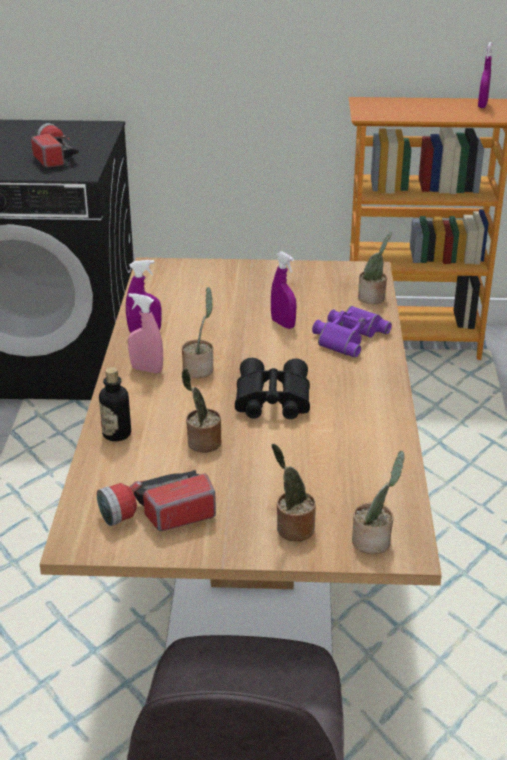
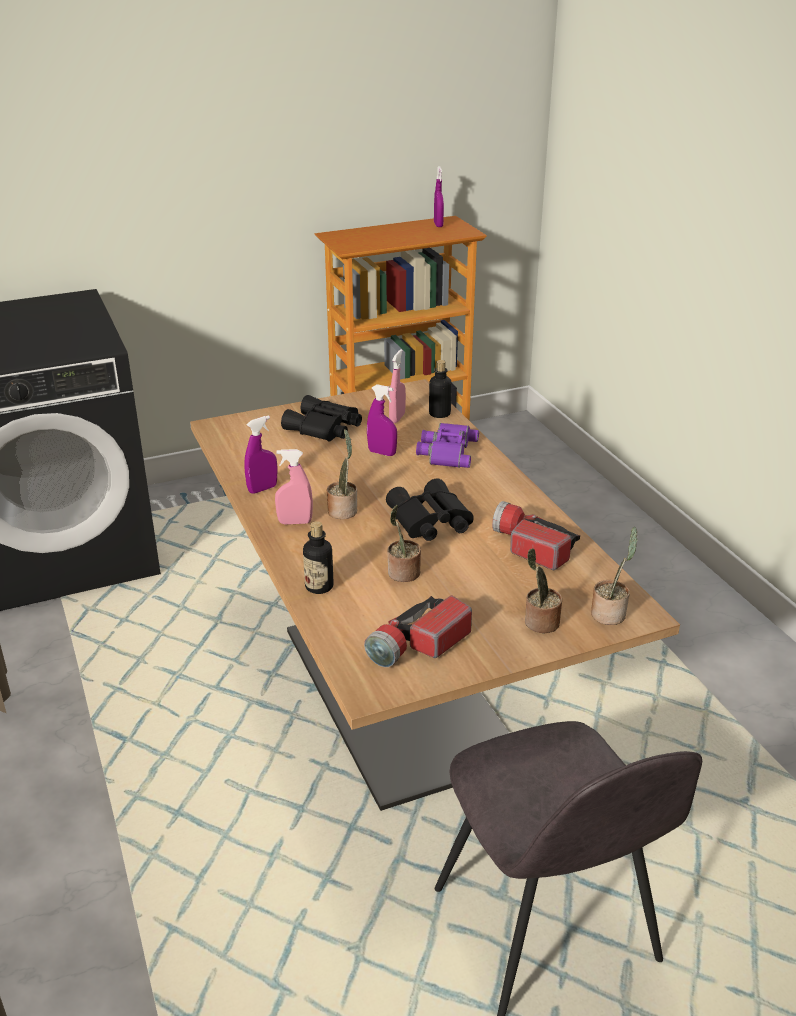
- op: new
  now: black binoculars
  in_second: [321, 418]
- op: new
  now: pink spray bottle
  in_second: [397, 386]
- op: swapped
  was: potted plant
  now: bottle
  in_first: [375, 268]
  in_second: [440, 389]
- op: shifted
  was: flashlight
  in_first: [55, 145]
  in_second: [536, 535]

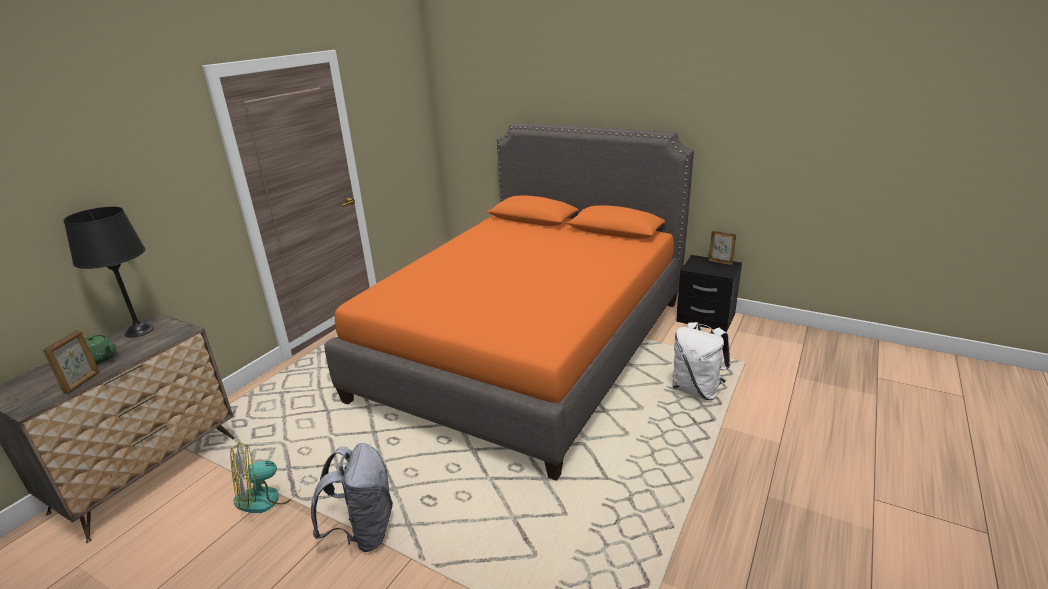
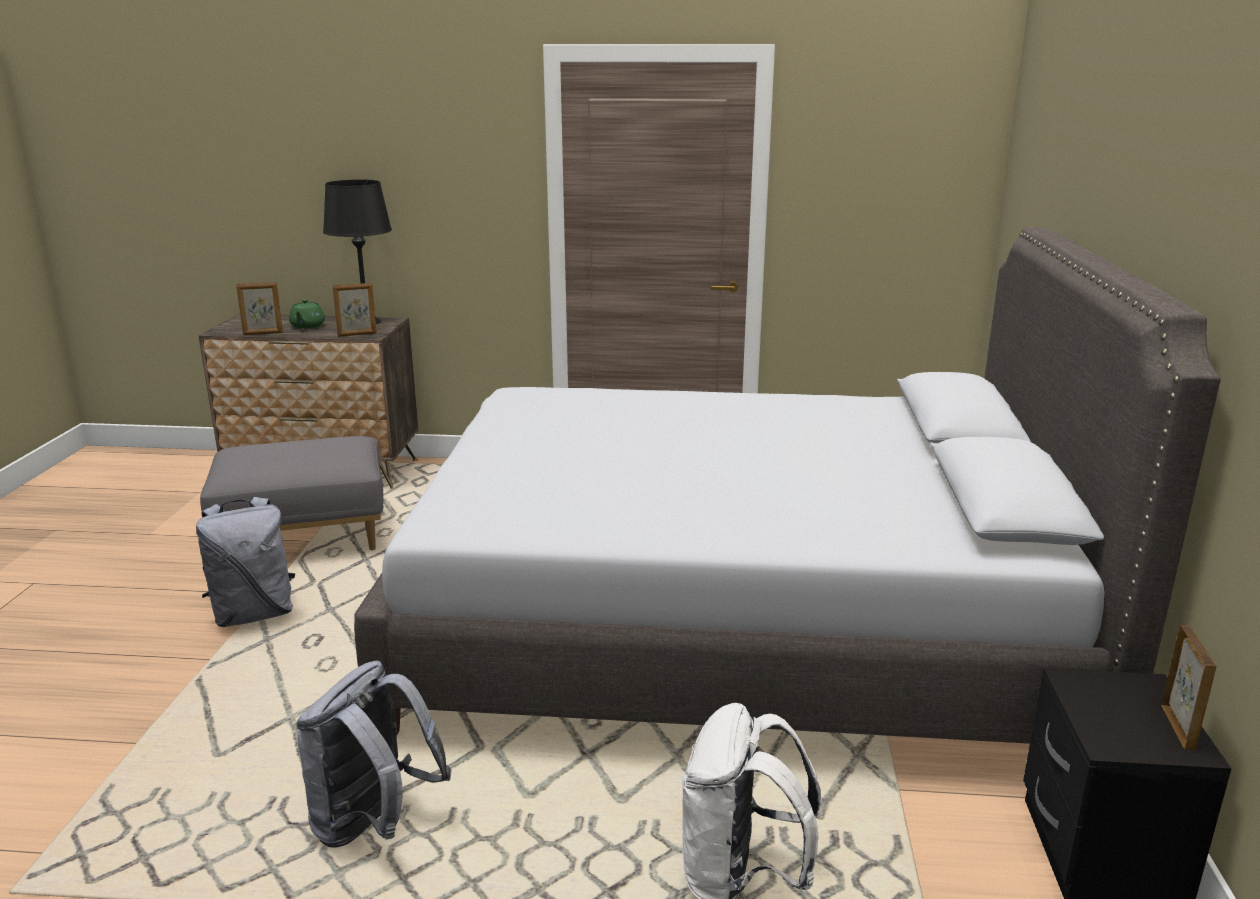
- op: swapped
  was: fan
  now: grey ottoman
  in_first: [265, 478]
  in_second: [291, 493]
- op: new
  now: grey backpack
  in_second: [374, 754]
- op: new
  now: picture frame
  in_second: [355, 310]
- op: repainted
  was: orange bed
  now: grey bed
  in_first: [509, 302]
  in_second: [787, 485]

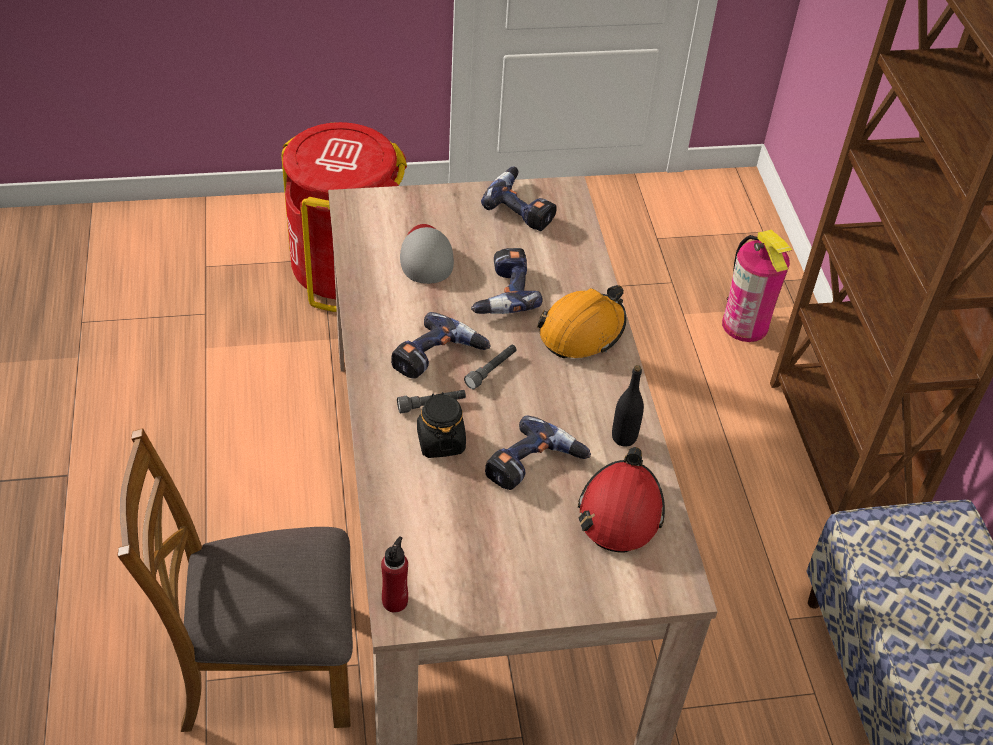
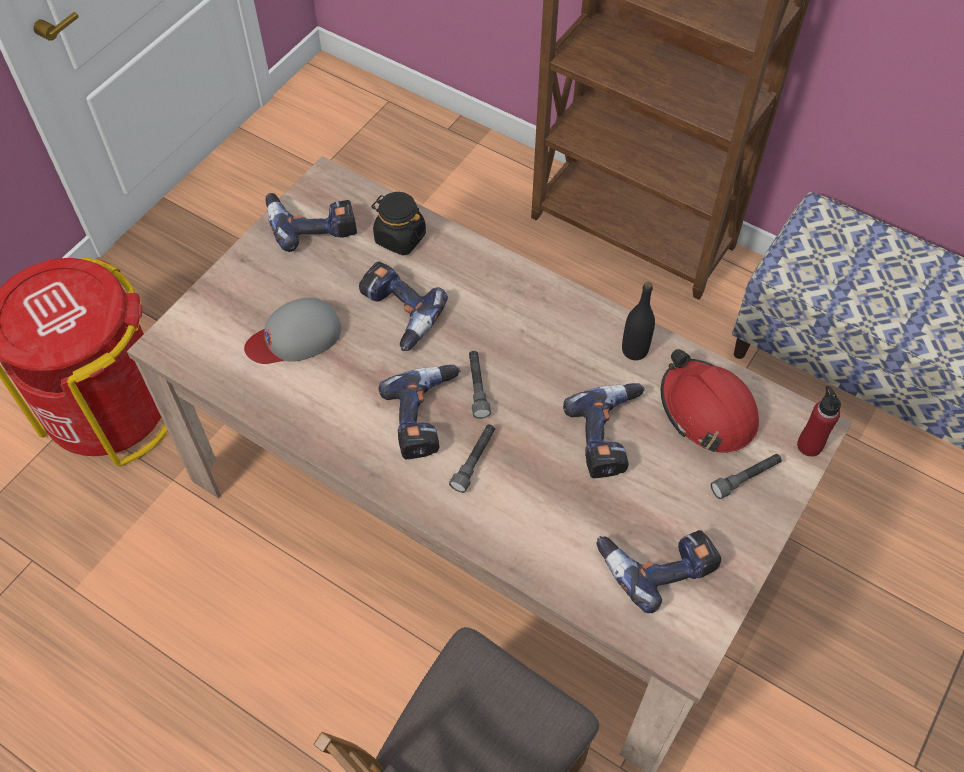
- op: rotated
  was: grey cap
  in_first: [427, 254]
  in_second: [292, 331]
  clockwise: -60
- op: shifted
  was: black jar
  in_first: [441, 425]
  in_second: [398, 223]
- op: new
  now: power drill
  in_second: [658, 571]
- op: new
  now: grey flashlight
  in_second: [746, 476]
- op: shifted
  was: red bottle
  in_first: [394, 574]
  in_second: [819, 421]
- op: gone
  was: orange hard hat
  in_first: [581, 321]
- op: gone
  was: fire extinguisher
  in_first: [757, 286]

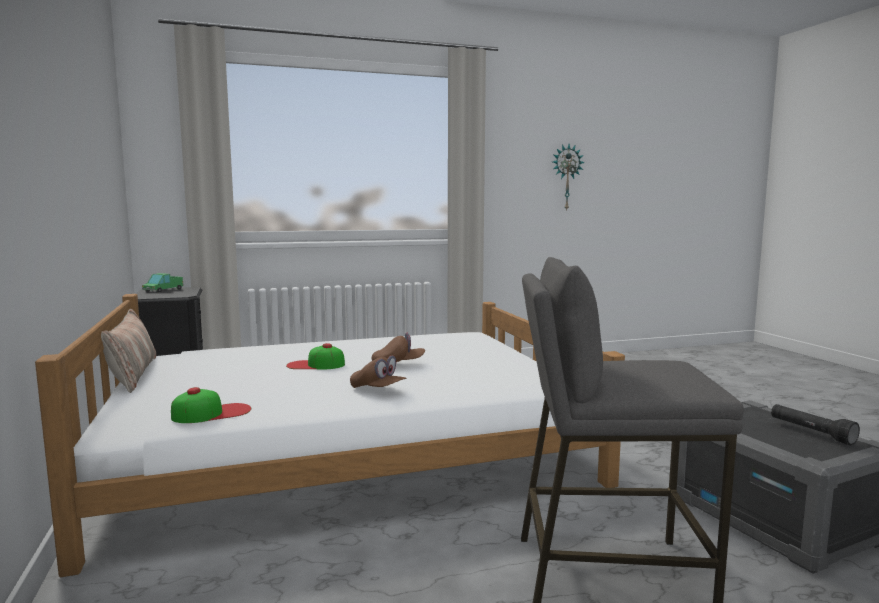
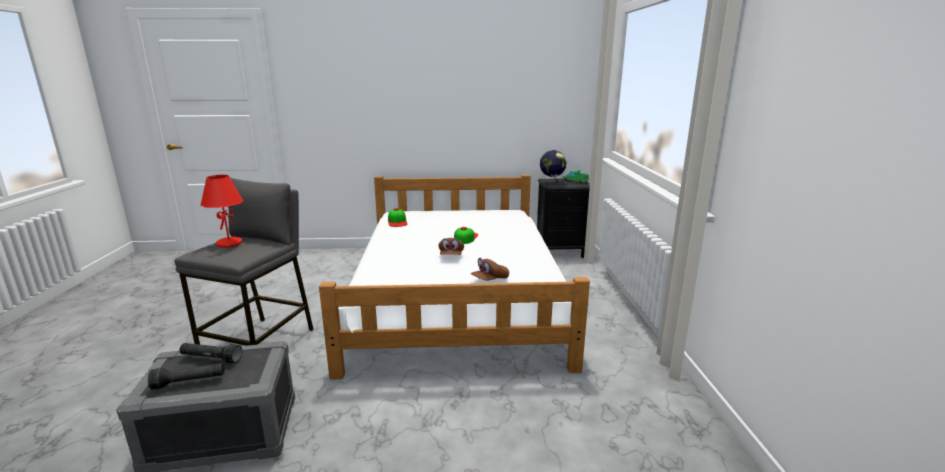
- op: new
  now: black flashlight
  in_second: [211, 353]
- op: new
  now: red table lamp
  in_second: [222, 211]
- op: shifted
  was: brown cap
  in_first: [378, 372]
  in_second: [490, 269]
- op: new
  now: globe
  in_second: [553, 168]
- op: gone
  was: pillow
  in_first: [128, 351]
- op: gone
  was: wall clock
  in_first: [569, 177]

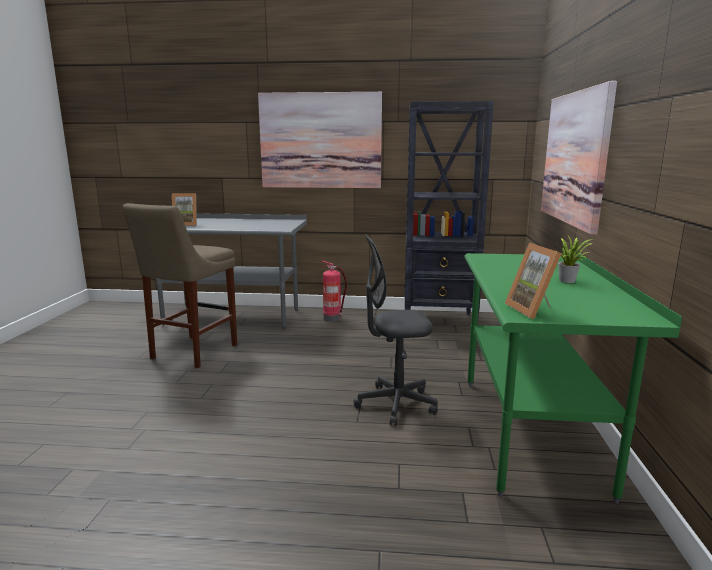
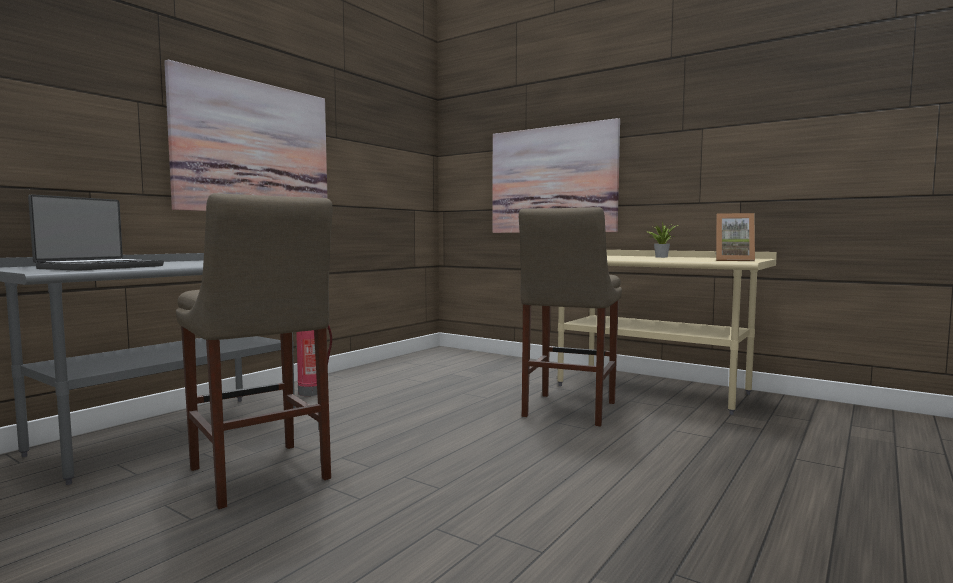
- op: swapped
  was: picture frame
  now: laptop
  in_first: [184, 209]
  in_second: [96, 232]
- op: swapped
  was: grey office chair
  now: beige stool
  in_first: [395, 330]
  in_second: [570, 316]
- op: repainted
  was: green desk
  now: beige desk
  in_first: [573, 378]
  in_second: [667, 332]
- op: gone
  was: black bookcase
  in_first: [449, 208]

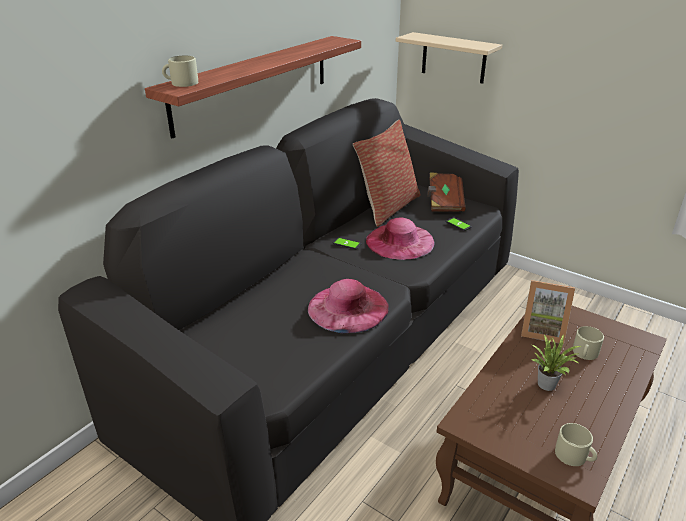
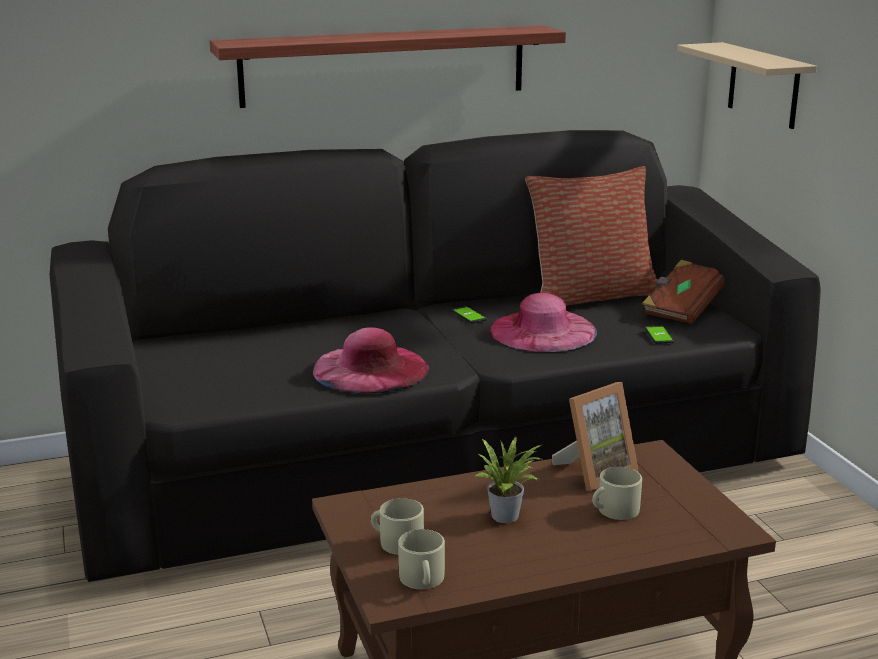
- op: shifted
  was: beige mug
  in_first: [180, 71]
  in_second: [397, 526]
- op: rotated
  was: picture frame
  in_first: [548, 312]
  in_second: [595, 436]
  clockwise: -90

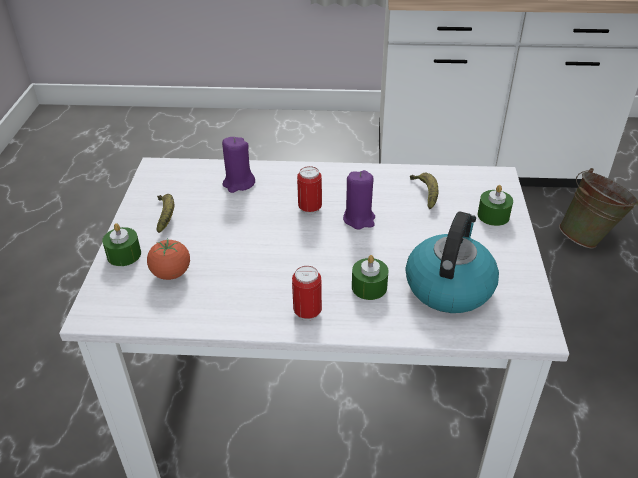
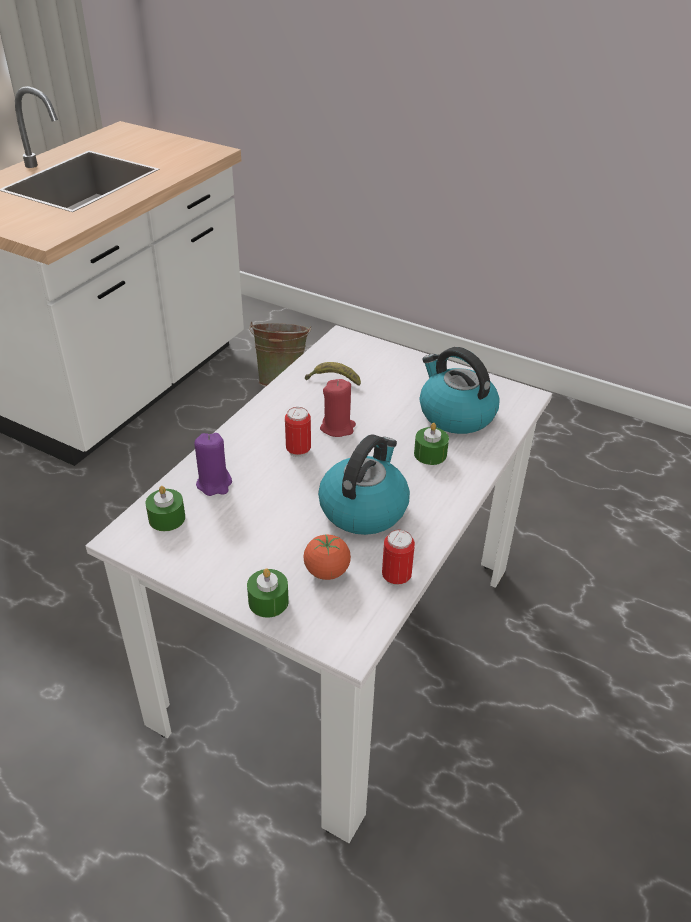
- op: shifted
  was: green candle
  in_first: [495, 205]
  in_second: [165, 508]
- op: new
  now: kettle
  in_second: [364, 484]
- op: repainted
  was: purple candle
  now: red candle
  in_first: [359, 199]
  in_second: [338, 408]
- op: shifted
  was: can
  in_first: [307, 293]
  in_second: [398, 558]
- op: gone
  was: banana
  in_first: [165, 213]

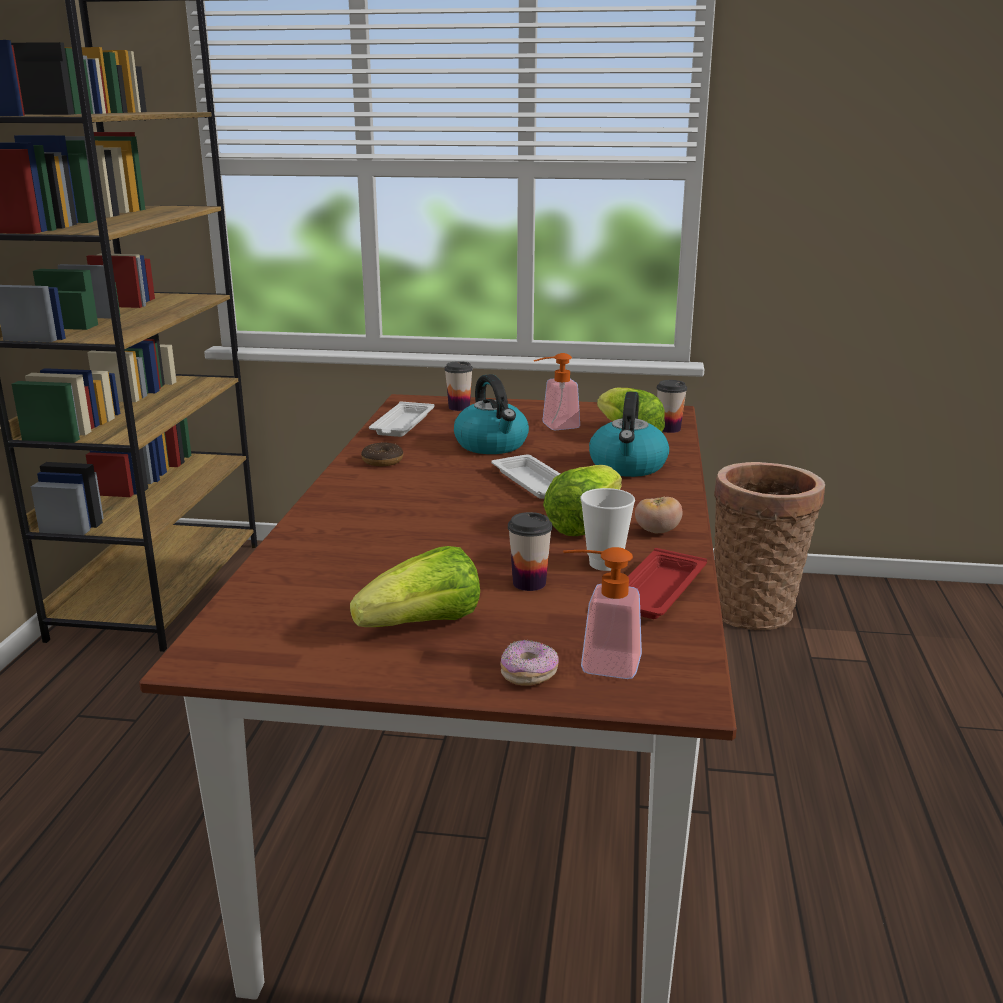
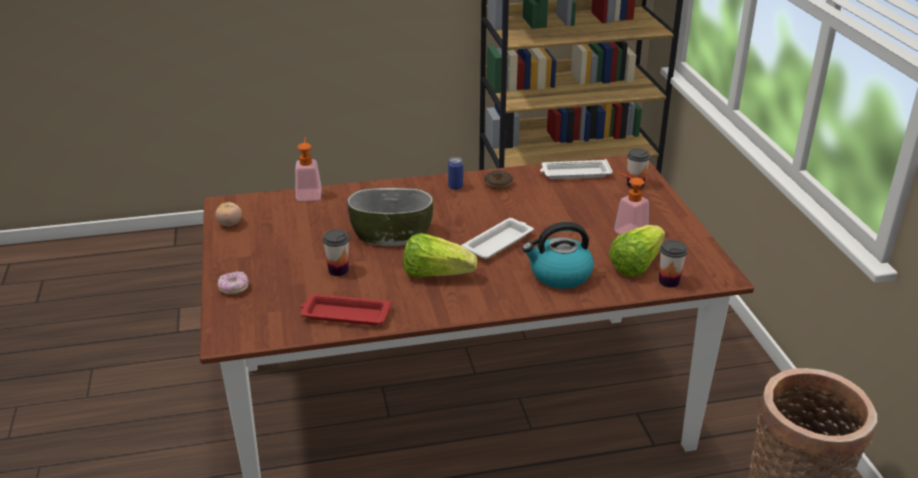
- op: shifted
  was: tomato
  in_first: [659, 515]
  in_second: [228, 214]
- op: shifted
  was: soap dispenser
  in_first: [602, 613]
  in_second: [308, 168]
- op: new
  now: bowl
  in_second: [390, 217]
- op: new
  now: can
  in_second: [455, 173]
- op: gone
  was: lettuce
  in_first: [415, 586]
- op: gone
  was: kettle
  in_first: [491, 414]
- op: gone
  was: cup
  in_first: [608, 529]

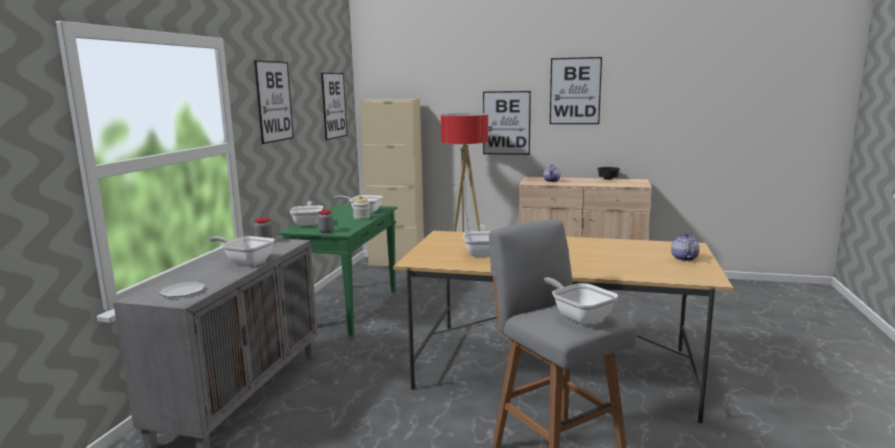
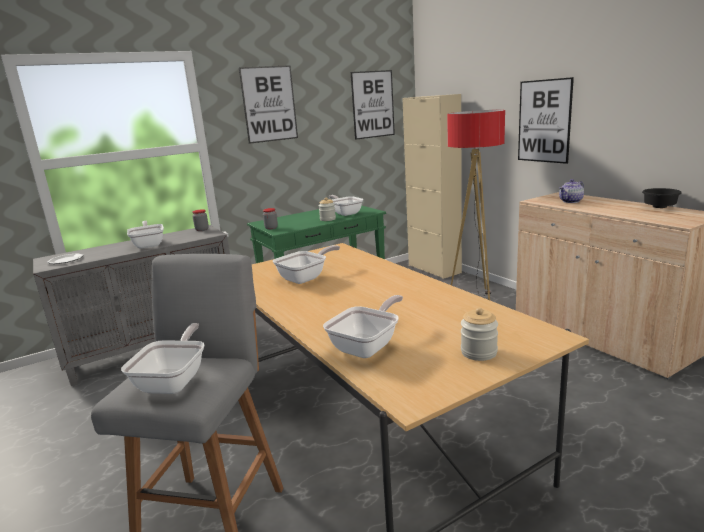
- op: shifted
  was: frying pan
  in_first: [306, 213]
  in_second: [363, 326]
- op: swapped
  was: teapot
  now: jar
  in_first: [685, 247]
  in_second: [479, 334]
- op: gone
  was: picture
  in_first: [576, 90]

